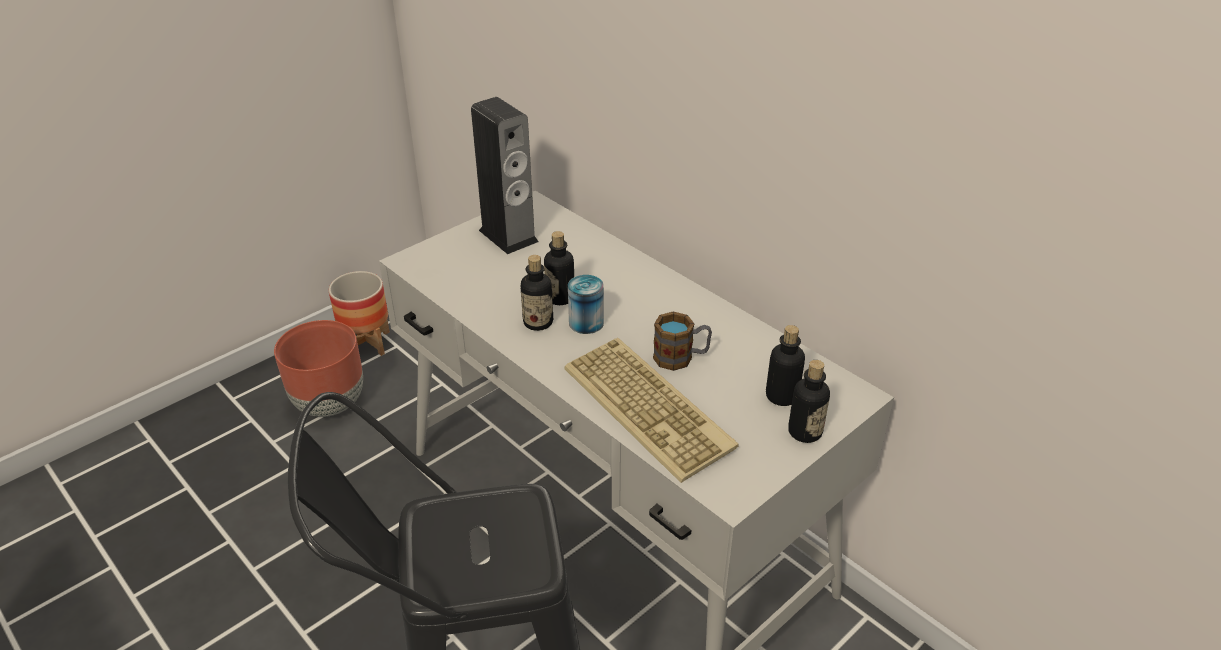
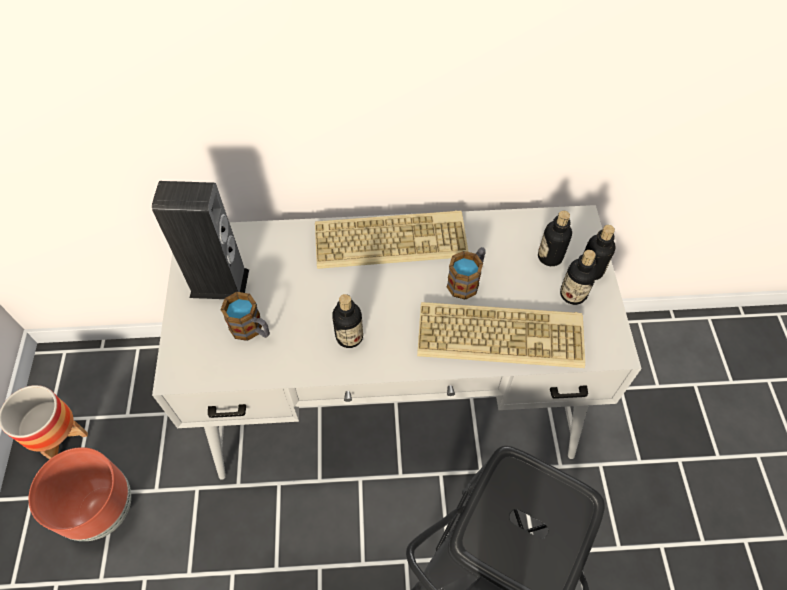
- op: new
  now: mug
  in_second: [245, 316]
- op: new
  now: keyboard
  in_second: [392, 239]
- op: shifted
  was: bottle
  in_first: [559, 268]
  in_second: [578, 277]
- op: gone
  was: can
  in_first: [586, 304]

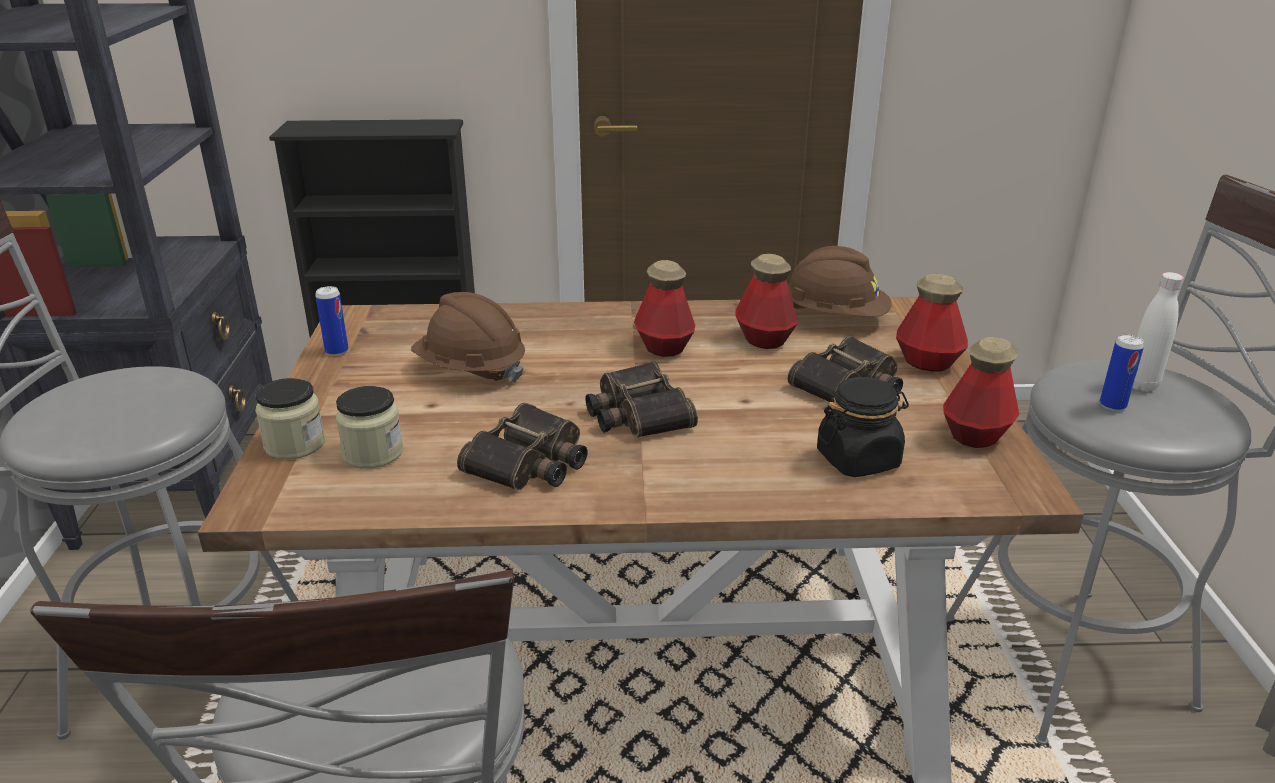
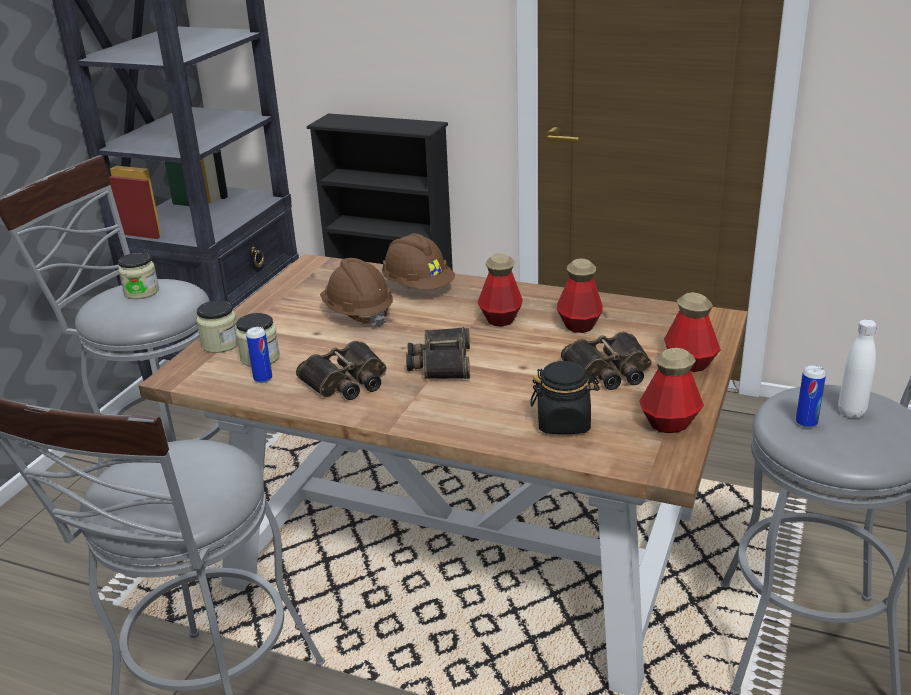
- op: new
  now: jar
  in_second: [138, 276]
- op: shifted
  was: can
  in_first: [331, 321]
  in_second: [259, 355]
- op: shifted
  was: brown hard hat
  in_first: [839, 281]
  in_second: [418, 261]

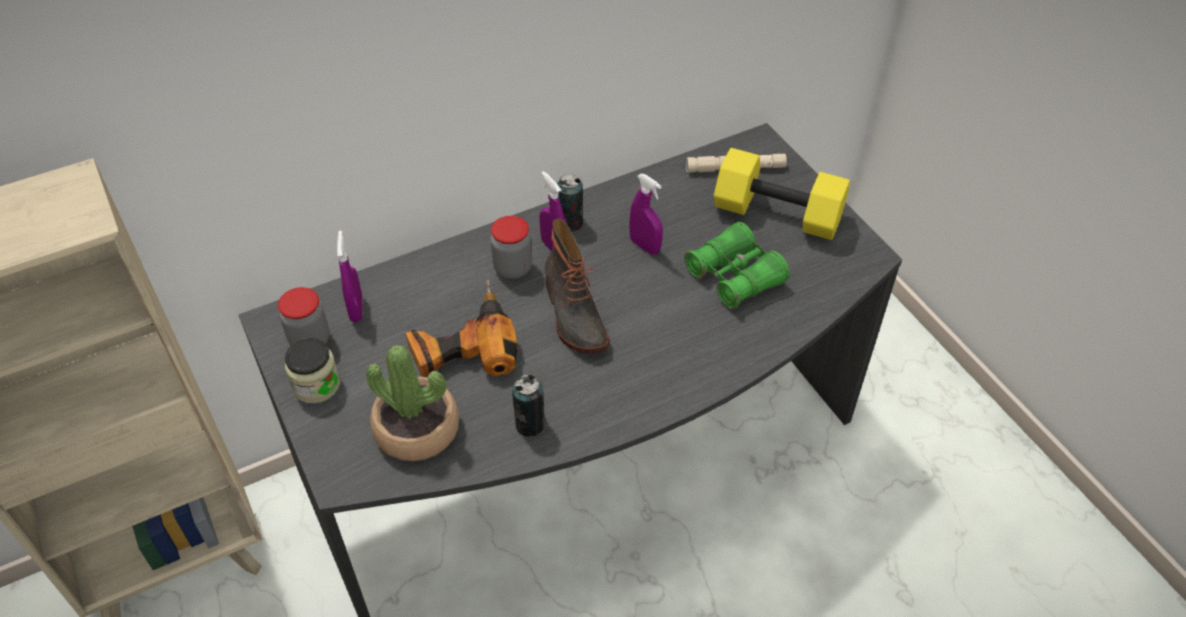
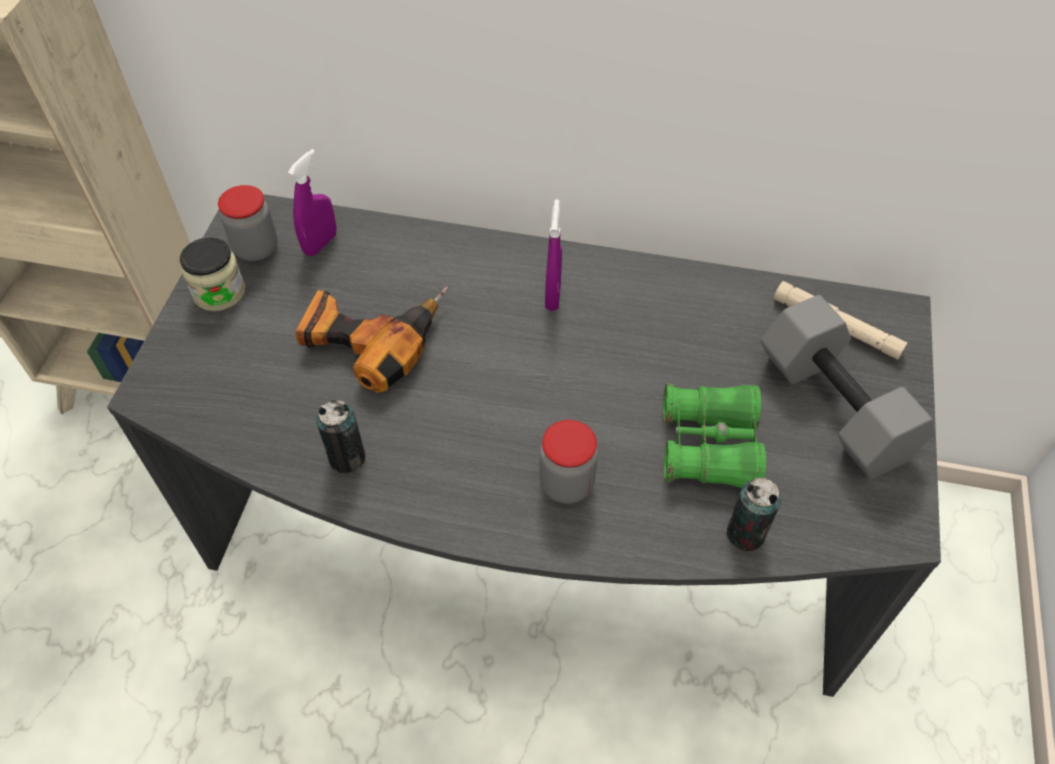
- op: shifted
  was: jar
  in_first: [511, 247]
  in_second: [568, 462]
- op: shifted
  was: can
  in_first: [570, 203]
  in_second: [754, 514]
- op: repainted
  was: yellow dumbbell
  now: grey dumbbell
  in_first: [782, 194]
  in_second: [848, 387]
- op: gone
  was: potted plant
  in_first: [412, 403]
- op: gone
  was: boot
  in_first: [577, 285]
- op: gone
  was: purple spray bottle
  in_first: [646, 214]

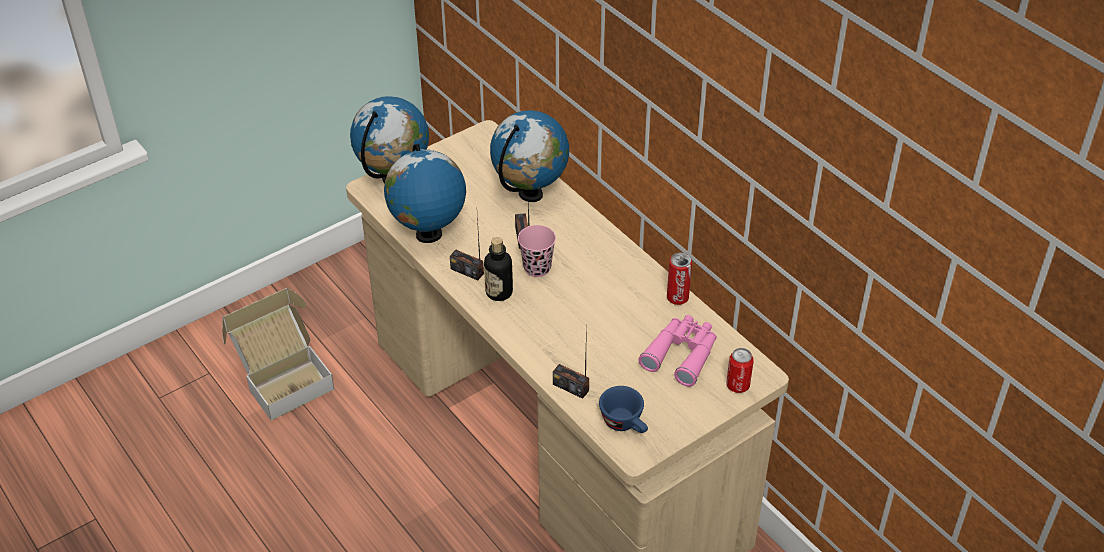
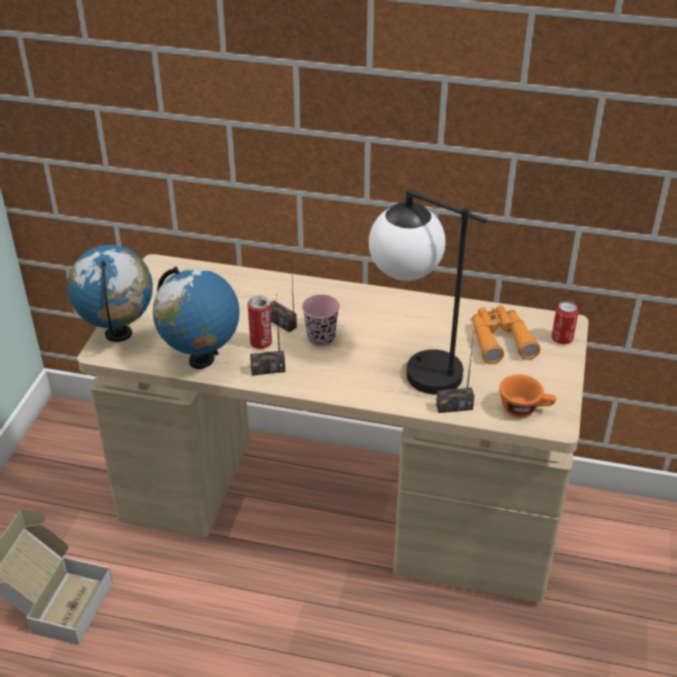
- op: shifted
  was: can
  in_first: [679, 278]
  in_second: [260, 322]
- op: new
  now: table lamp
  in_second: [428, 292]
- op: repainted
  was: pink binoculars
  now: orange binoculars
  in_first: [677, 351]
  in_second: [506, 334]
- op: repainted
  was: blue cup
  now: orange cup
  in_first: [623, 409]
  in_second: [528, 395]
- op: gone
  was: bottle
  in_first: [498, 269]
- op: gone
  was: globe
  in_first: [529, 156]

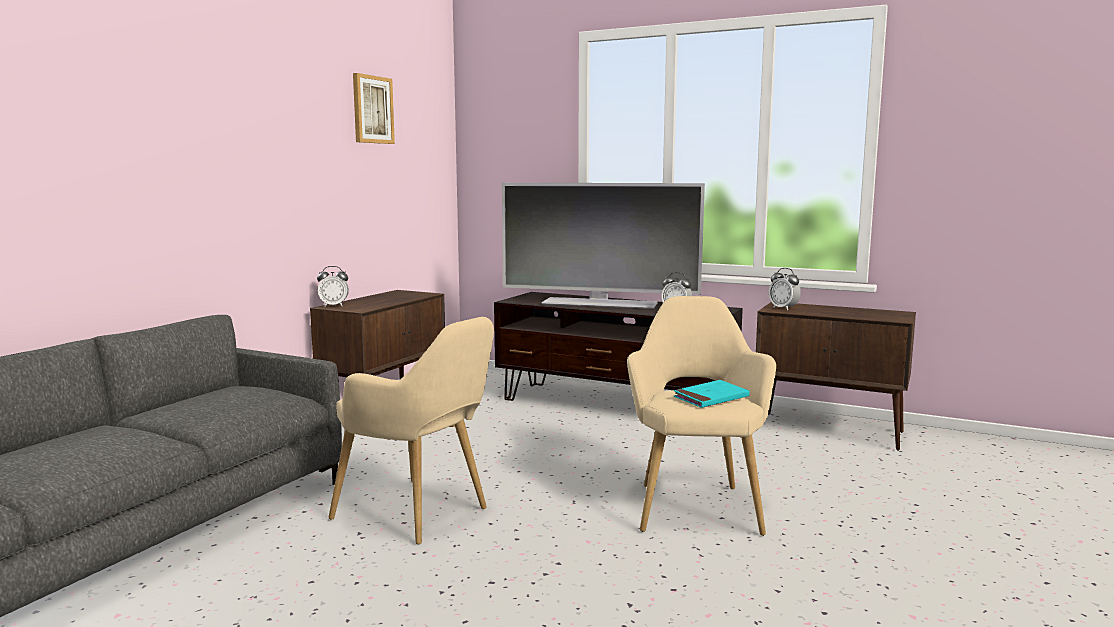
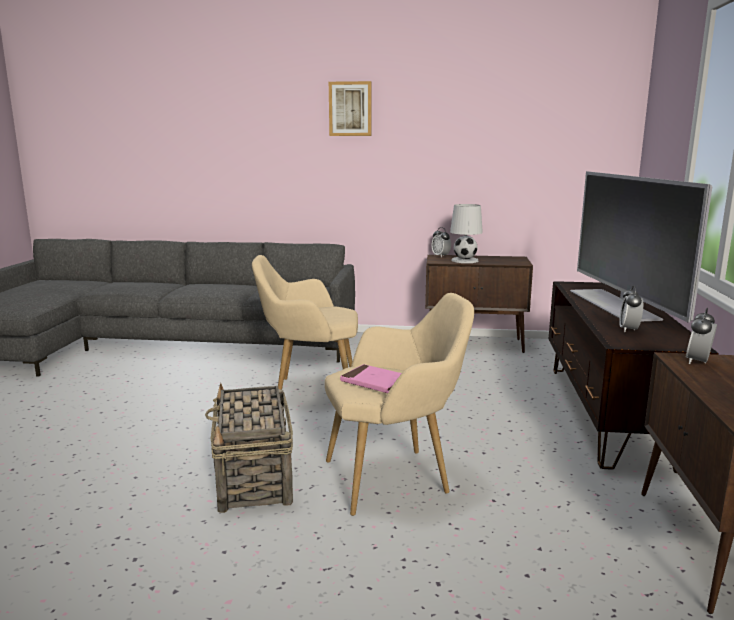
- op: new
  now: basket
  in_second: [249, 448]
- op: rotated
  was: beige armchair
  in_first: [411, 431]
  in_second: [305, 322]
  clockwise: 75
- op: shifted
  was: picture
  in_first: [374, 108]
  in_second: [350, 108]
- op: repainted
  was: turquoise book
  now: pink book
  in_first: [711, 394]
  in_second: [371, 378]
- op: new
  now: white table lamp
  in_second: [466, 233]

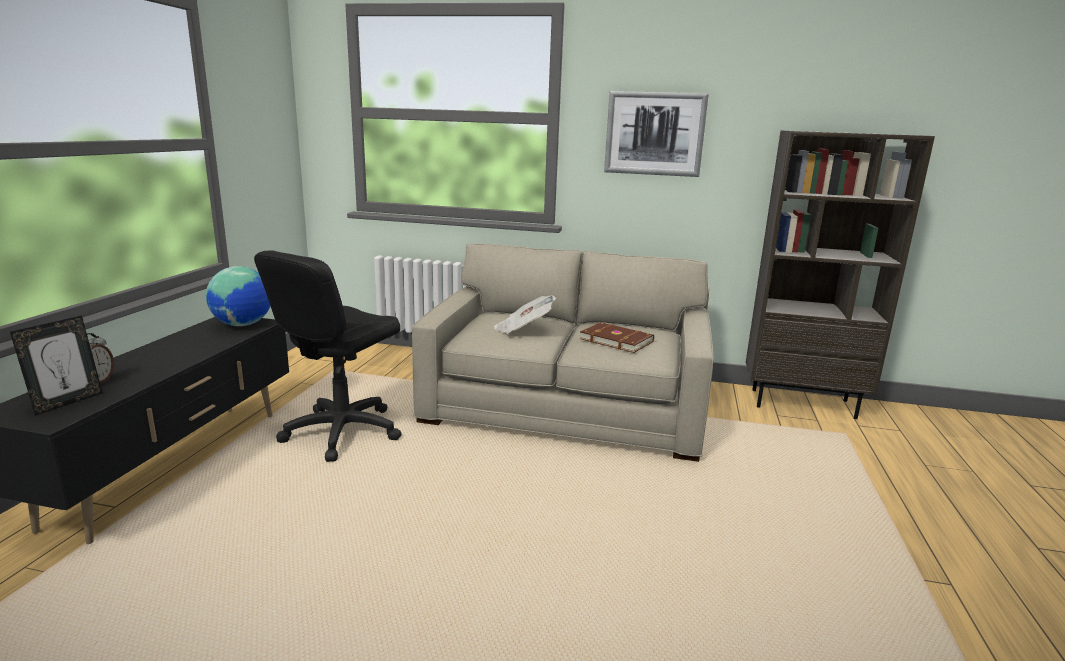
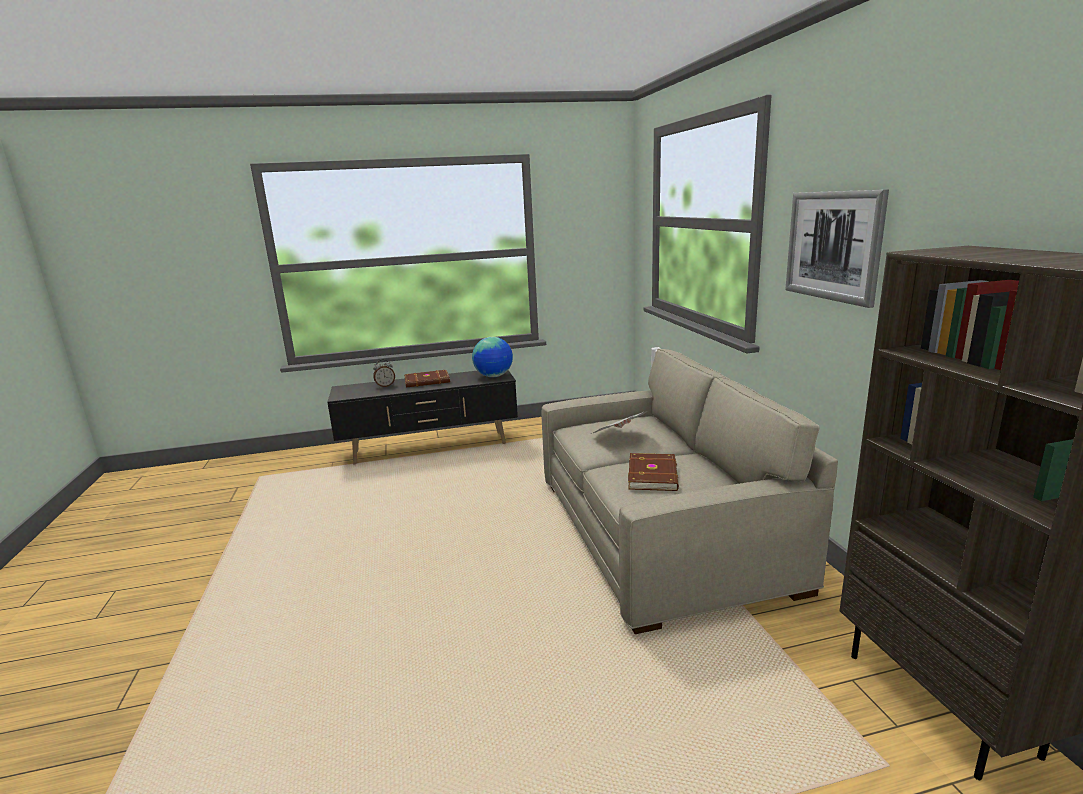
- op: new
  now: brown book
  in_second: [427, 378]
- op: gone
  was: picture frame
  in_first: [56, 366]
- op: gone
  was: black office chair
  in_first: [328, 356]

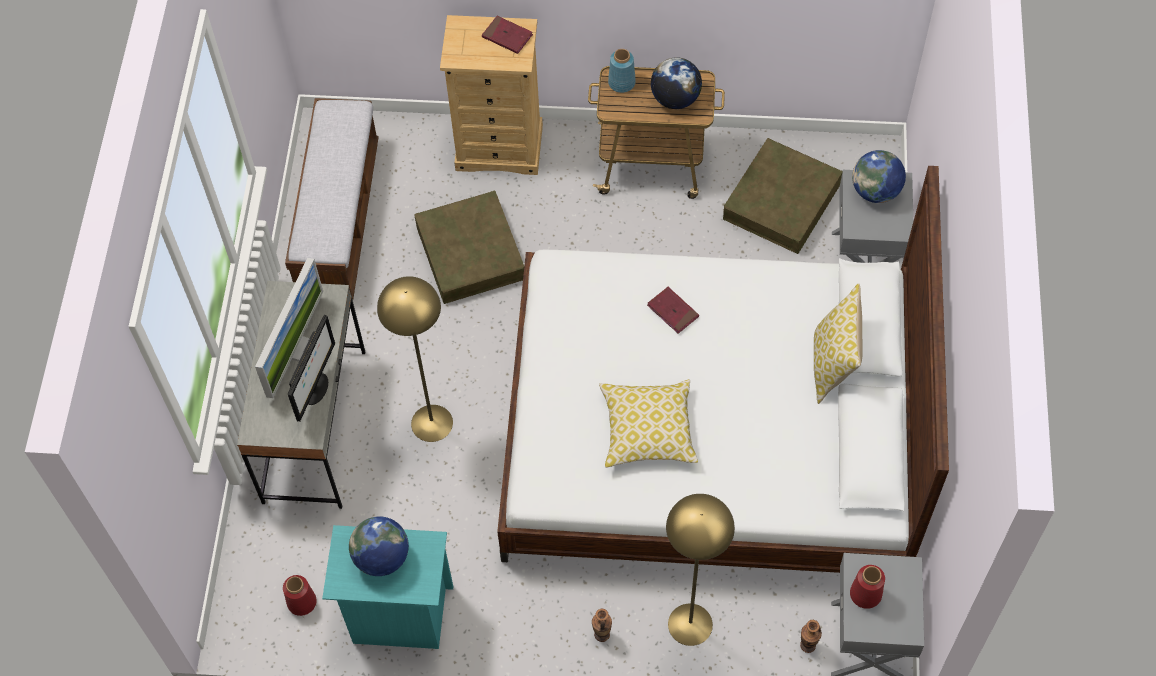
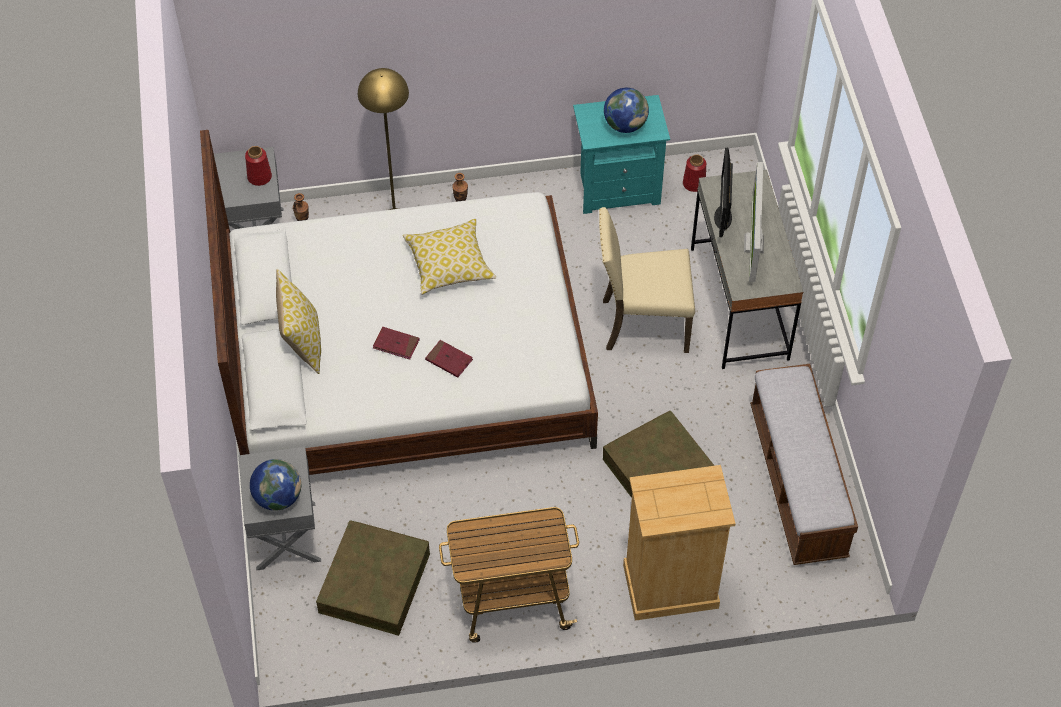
- op: shifted
  was: red book
  in_first: [507, 35]
  in_second: [396, 343]
- op: swapped
  was: yellow floor lamp
  now: beige chair
  in_first: [415, 359]
  in_second: [647, 280]
- op: gone
  was: blue vase
  in_first: [622, 71]
- op: gone
  was: globe
  in_first: [676, 83]

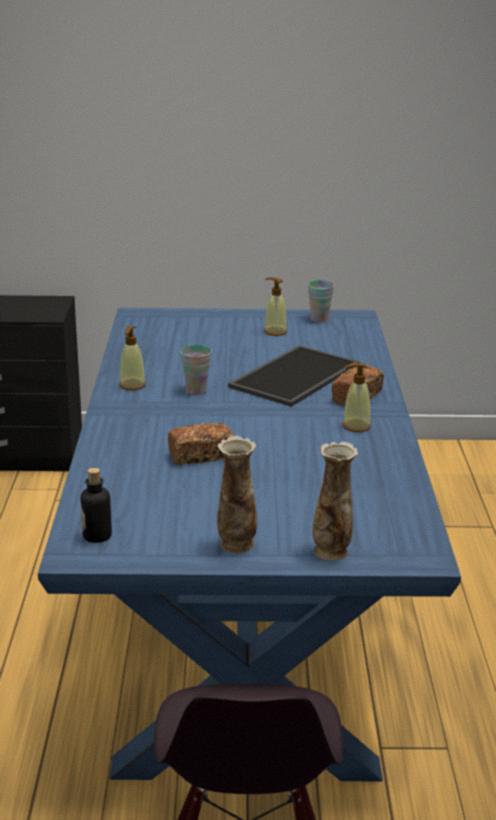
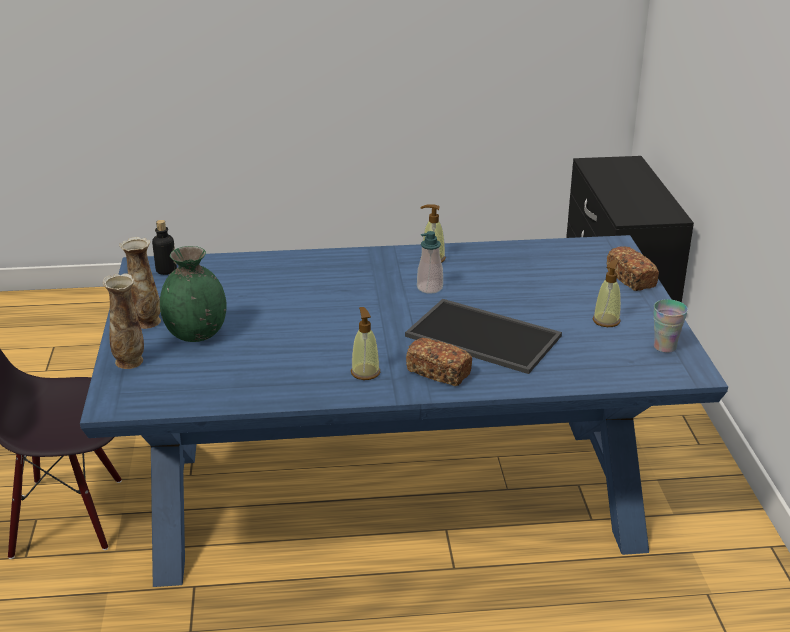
- op: new
  now: green vase
  in_second: [193, 294]
- op: swapped
  was: cup
  now: soap dispenser
  in_first: [196, 370]
  in_second: [430, 262]
- op: shifted
  was: bread
  in_first: [201, 444]
  in_second: [632, 268]

